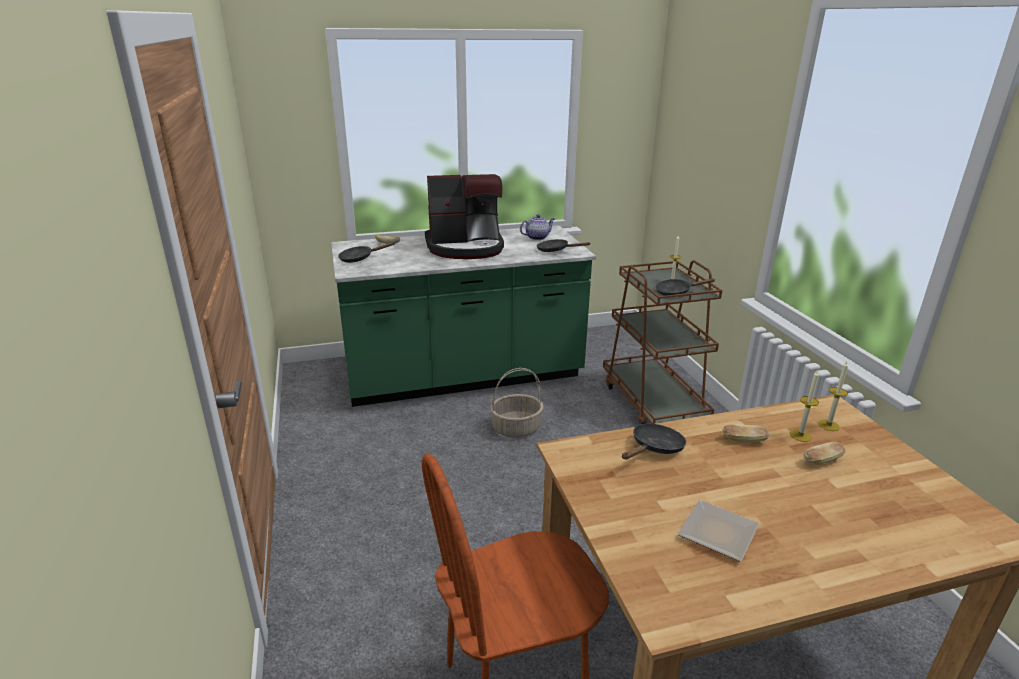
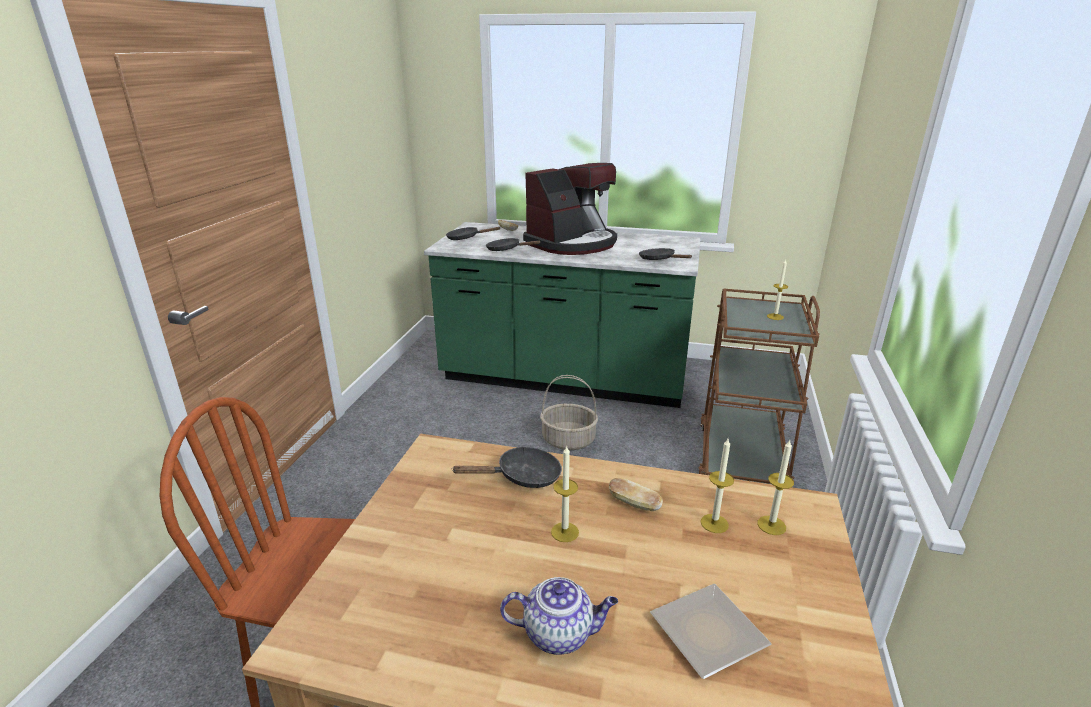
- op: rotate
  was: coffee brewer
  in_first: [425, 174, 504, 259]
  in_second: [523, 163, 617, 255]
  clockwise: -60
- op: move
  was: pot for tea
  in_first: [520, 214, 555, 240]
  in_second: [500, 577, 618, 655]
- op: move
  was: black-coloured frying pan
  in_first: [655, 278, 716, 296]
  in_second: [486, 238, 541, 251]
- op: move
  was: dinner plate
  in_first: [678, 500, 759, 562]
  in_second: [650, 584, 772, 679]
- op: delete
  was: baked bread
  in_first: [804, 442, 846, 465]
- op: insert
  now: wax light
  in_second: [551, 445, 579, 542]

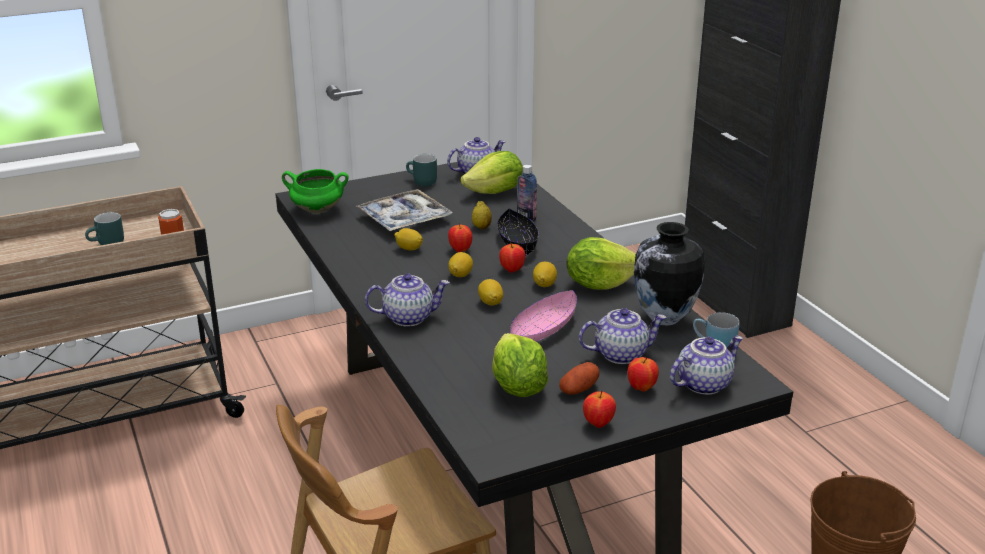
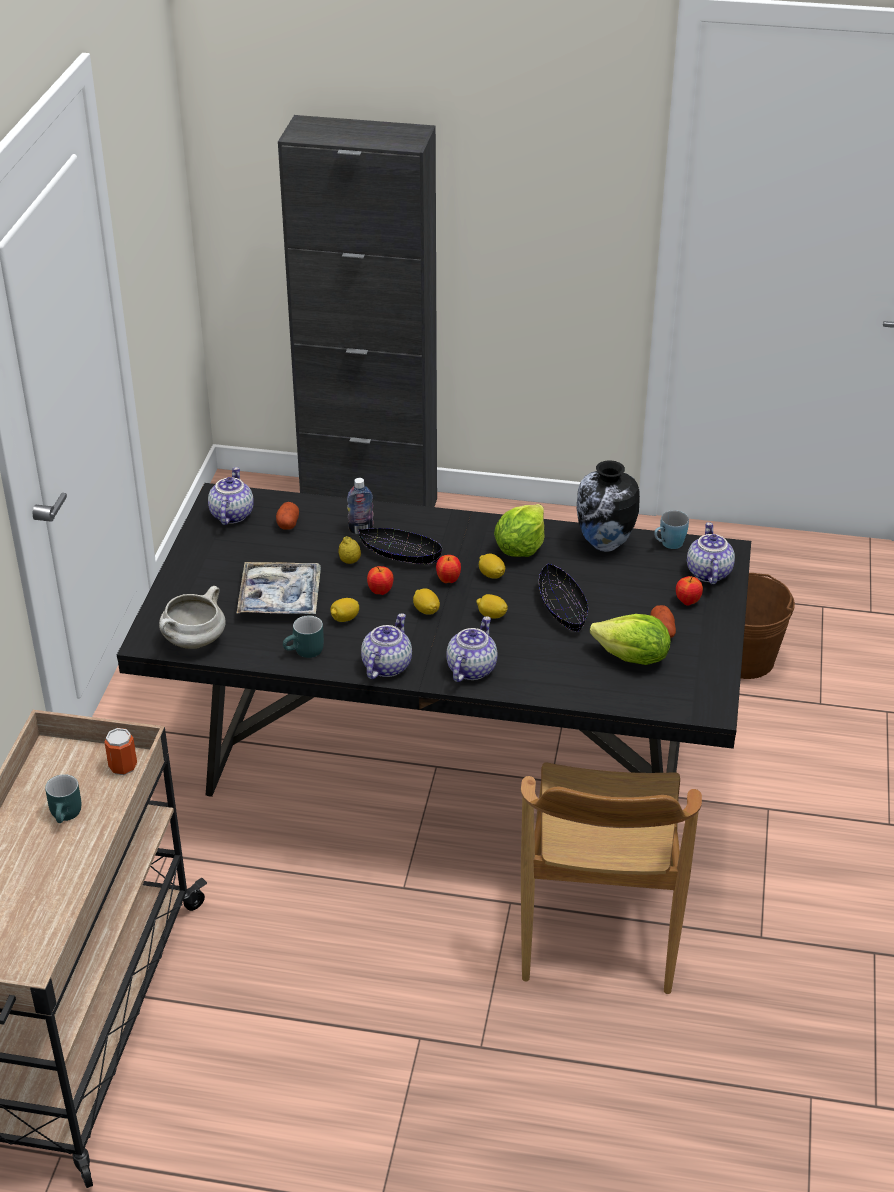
- op: recolor
  was: green cooking pot
  now: whitish cooking pot
  in_first: [282, 169, 349, 213]
  in_second: [159, 586, 226, 649]
- op: move
  was: turquoise tea mug
  in_first: [406, 154, 437, 186]
  in_second: [283, 615, 324, 658]
- op: replace
  was: head of lettuce
  now: whole potato
  in_first: [460, 151, 523, 194]
  in_second: [276, 502, 299, 530]
- op: recolor
  was: pink serving bowl
  now: black-coloured serving bowl
  in_first: [510, 290, 577, 341]
  in_second: [539, 564, 588, 632]
- op: move
  was: pot for tea
  in_first: [579, 308, 667, 364]
  in_second: [361, 613, 412, 679]
- op: delete
  was: whole apple
  in_first: [583, 391, 616, 428]

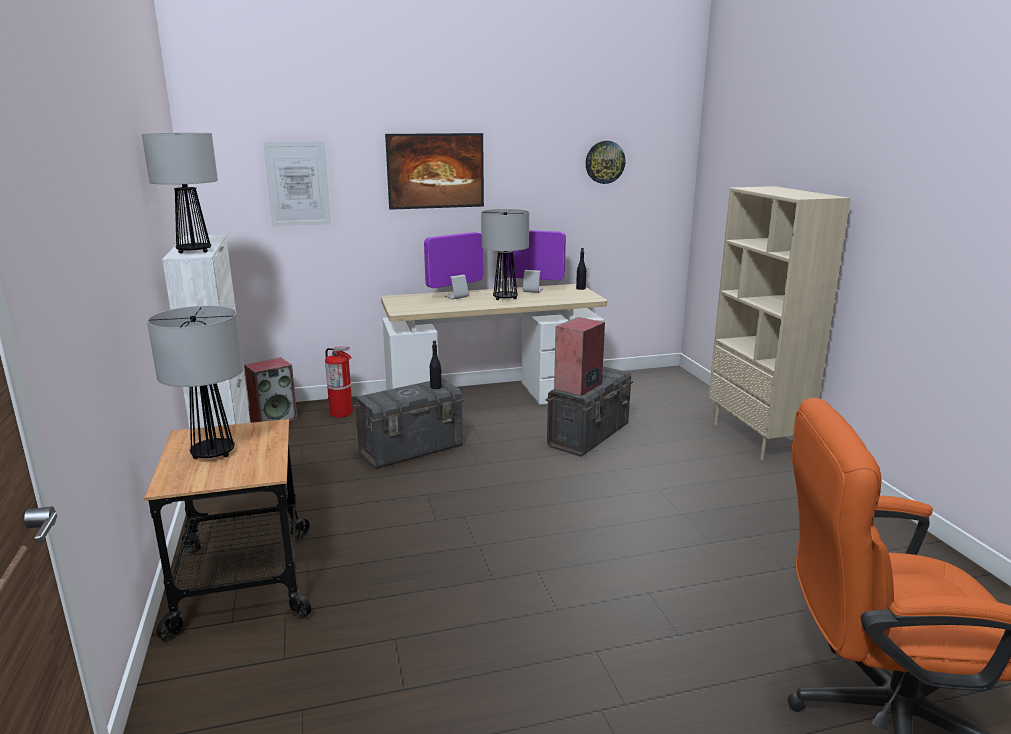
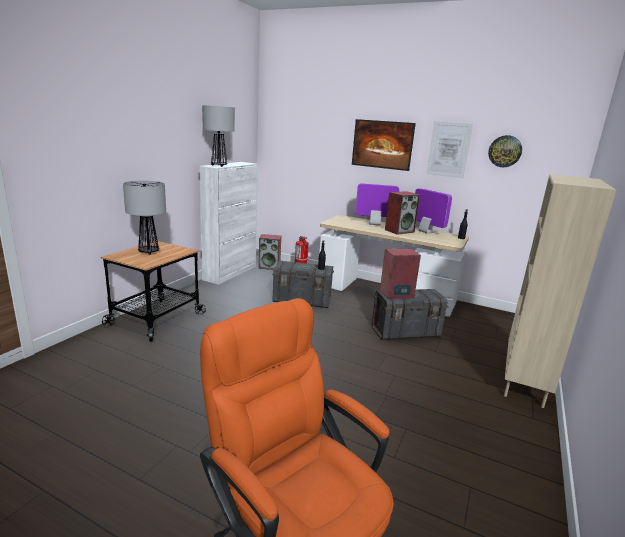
- op: move
  was: wall picture
  in_first: [263, 141, 331, 226]
  in_second: [426, 121, 473, 178]
- op: replace
  was: tabletop lamp
  now: audio speaker
  in_first: [481, 209, 529, 300]
  in_second: [385, 191, 420, 235]

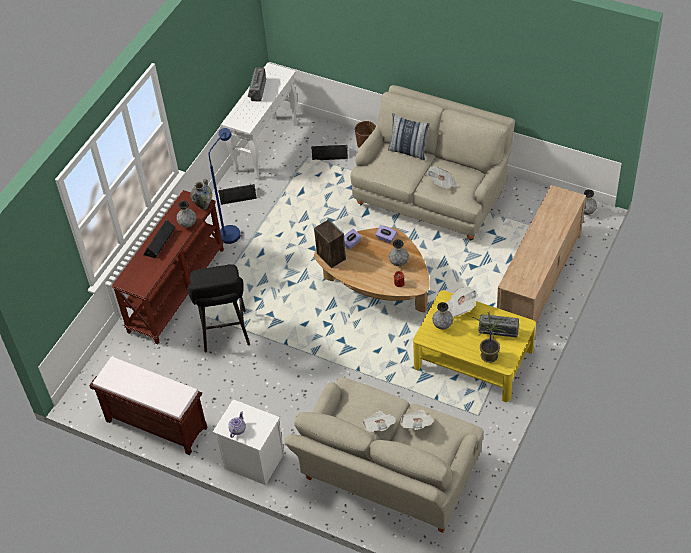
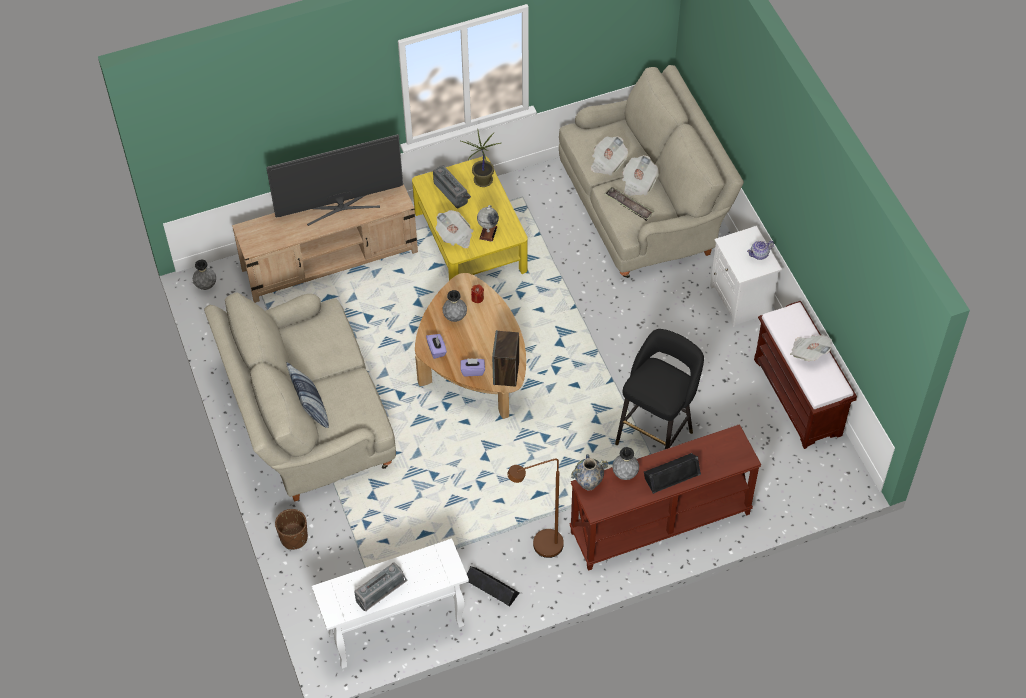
- op: recolor
  was: blue floor lamp
  now: brownish floor lamp
  in_first: [208, 128, 241, 244]
  in_second: [507, 459, 564, 558]
- op: delete
  was: black-coloured audio speaker
  in_first: [311, 145, 348, 160]
- op: move
  was: newspaper
  in_first: [427, 166, 459, 189]
  in_second: [790, 335, 832, 361]
- op: replace
  was: gray vase
  now: desk globe
  in_first: [432, 302, 453, 329]
  in_second: [477, 205, 499, 242]
- op: insert
  now: TV set
  in_second: [266, 134, 403, 226]
- op: insert
  now: serving tray
  in_second: [604, 186, 654, 221]

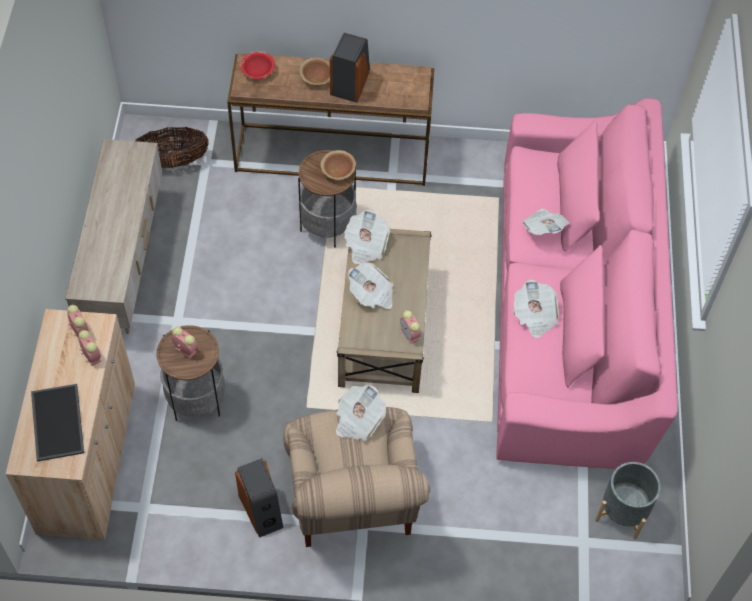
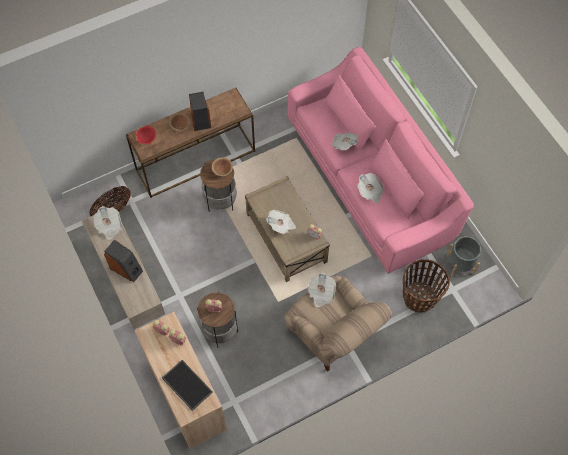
- op: move
  was: audio speaker
  in_first: [235, 458, 283, 538]
  in_second: [104, 240, 143, 282]
- op: move
  was: newspaper
  in_first: [344, 210, 390, 264]
  in_second: [93, 206, 123, 240]
- op: insert
  now: household basket
  in_second: [403, 259, 450, 313]

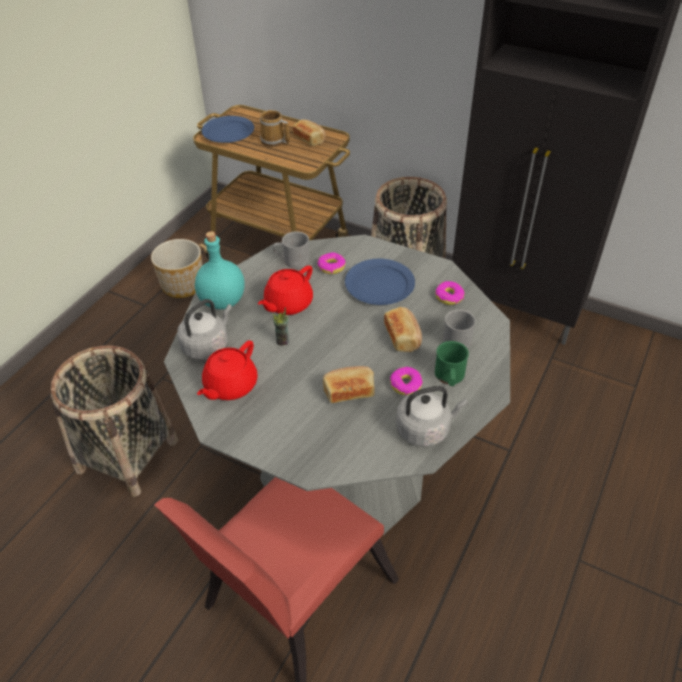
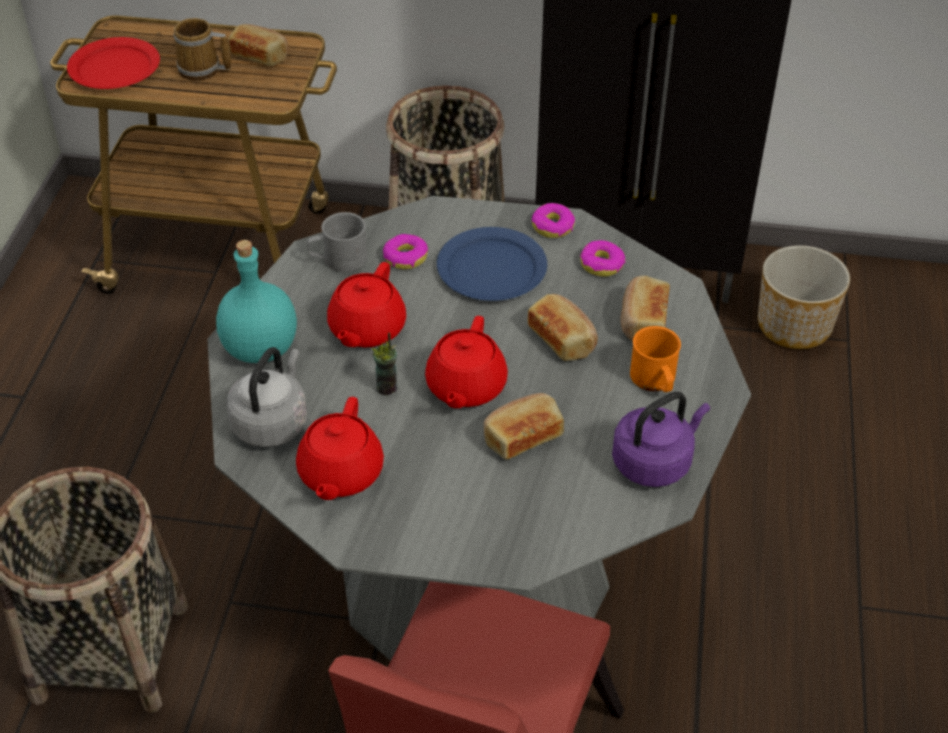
- op: move
  was: plant pot
  in_first: [151, 239, 202, 298]
  in_second: [758, 245, 850, 349]
- op: recolor
  was: blue dinner plate
  now: reddish dinner plate
  in_first: [202, 116, 254, 143]
  in_second: [67, 37, 160, 89]
- op: move
  was: ring doughnut
  in_first: [390, 367, 423, 395]
  in_second: [532, 203, 575, 238]
- op: recolor
  was: gray tea kettle
  now: purple-coloured tea kettle
  in_first: [396, 386, 468, 447]
  in_second: [612, 392, 710, 487]
- op: recolor
  was: green tea mug
  now: orangey tea mug
  in_first: [435, 341, 469, 386]
  in_second: [630, 326, 681, 392]
- op: replace
  was: gray tea mug
  now: baked bread
  in_first: [443, 310, 476, 349]
  in_second: [621, 276, 670, 341]
- op: insert
  now: reddish pot for tea
  in_second: [425, 316, 508, 408]

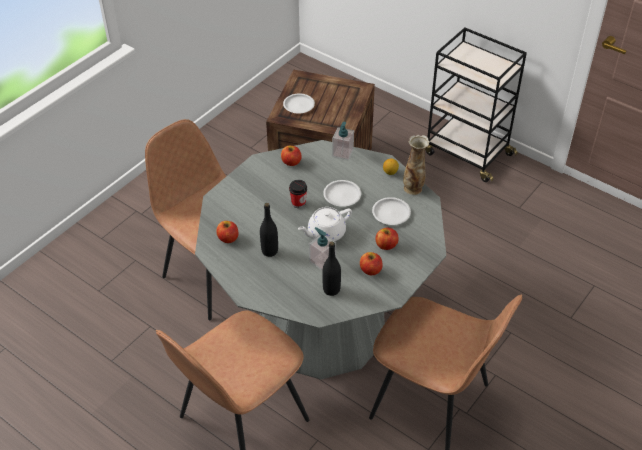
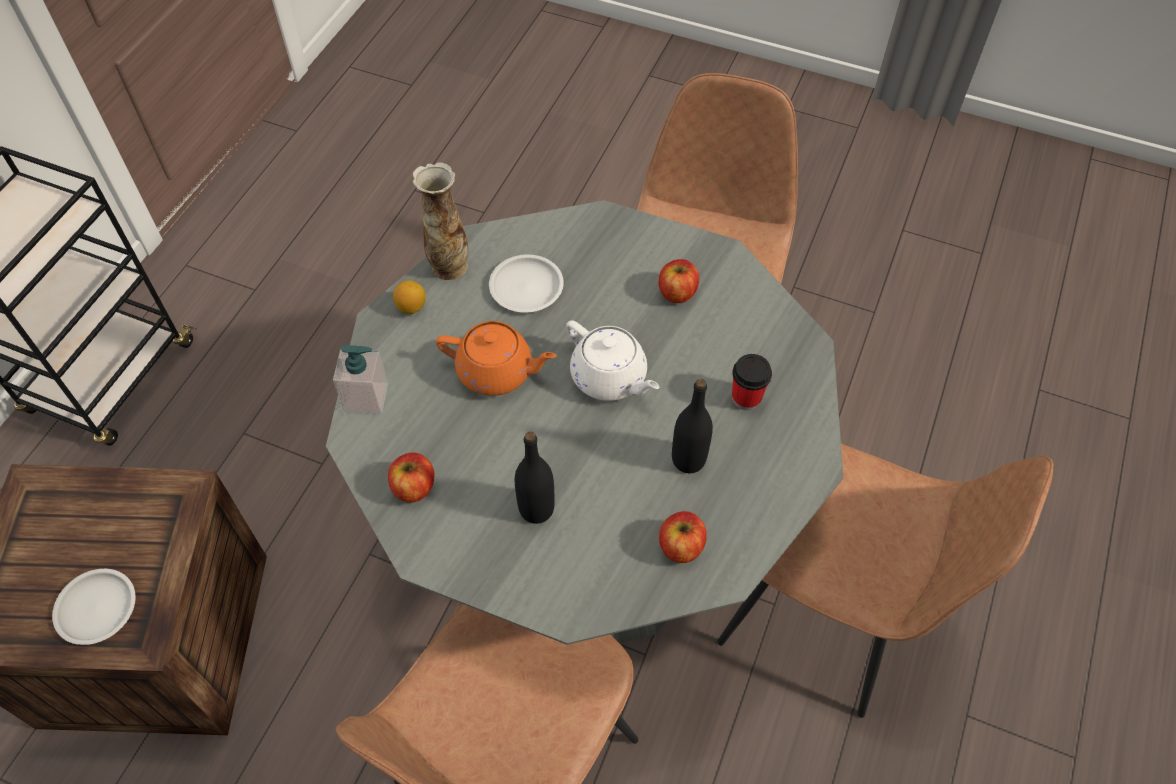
- op: move
  was: cup
  in_first: [289, 180, 307, 208]
  in_second: [732, 354, 772, 410]
- op: delete
  was: soap bottle
  in_first: [309, 227, 336, 271]
- op: move
  was: black-coloured bottle
  in_first: [322, 241, 341, 296]
  in_second: [515, 431, 555, 524]
- op: replace
  was: whitish dinner plate
  now: orangey pot for tea
  in_first: [323, 180, 361, 207]
  in_second: [436, 321, 557, 396]
- op: delete
  was: whole apple
  in_first: [376, 228, 399, 250]

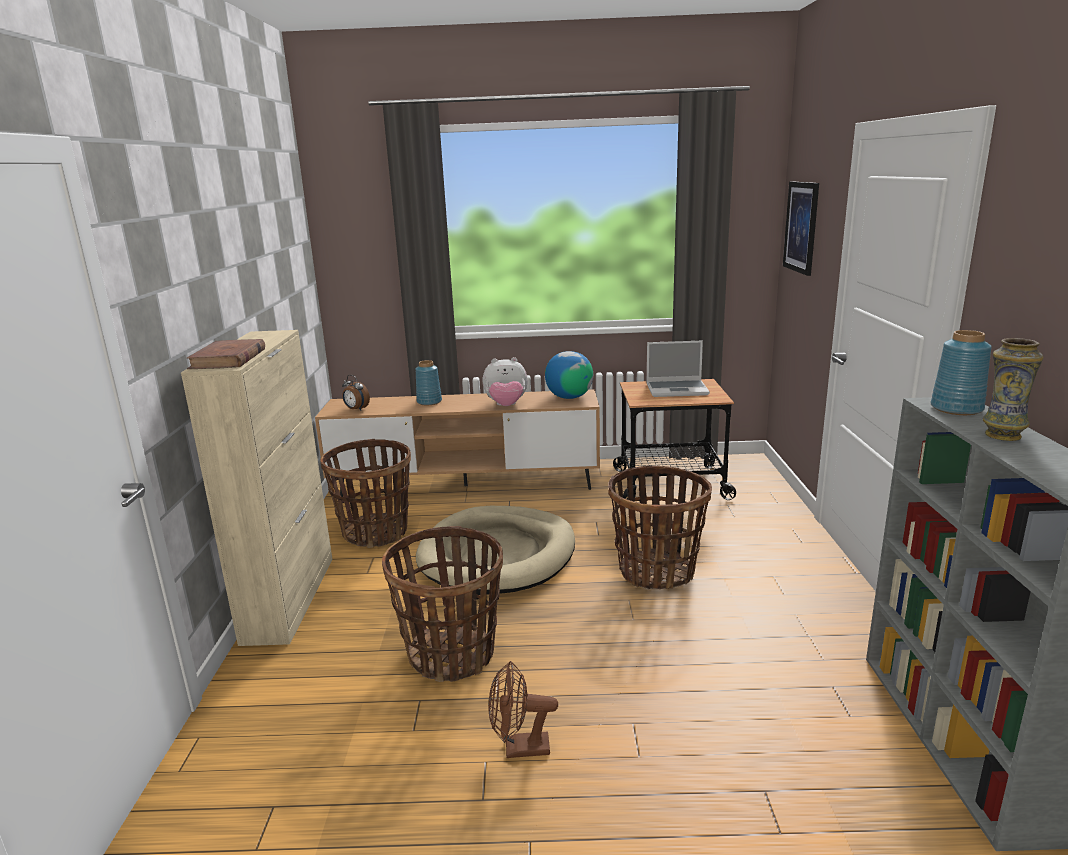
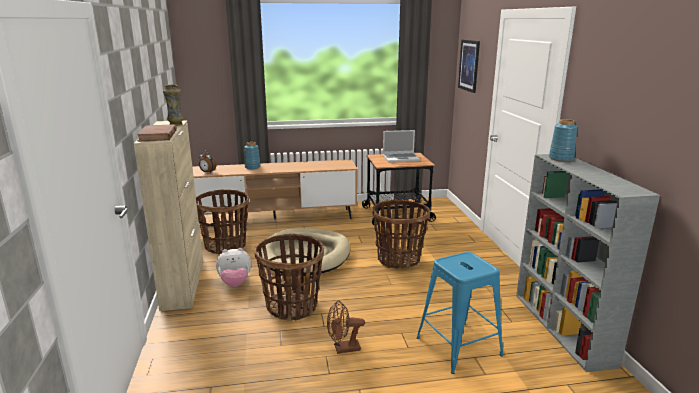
- op: move
  was: plush toy
  in_first: [483, 357, 528, 406]
  in_second: [216, 248, 251, 287]
- op: delete
  was: desk globe
  in_first: [545, 351, 593, 399]
- op: move
  was: vase
  in_first: [983, 338, 1043, 441]
  in_second: [163, 84, 184, 126]
- op: insert
  now: blue stool seat
  in_second: [416, 252, 503, 374]

